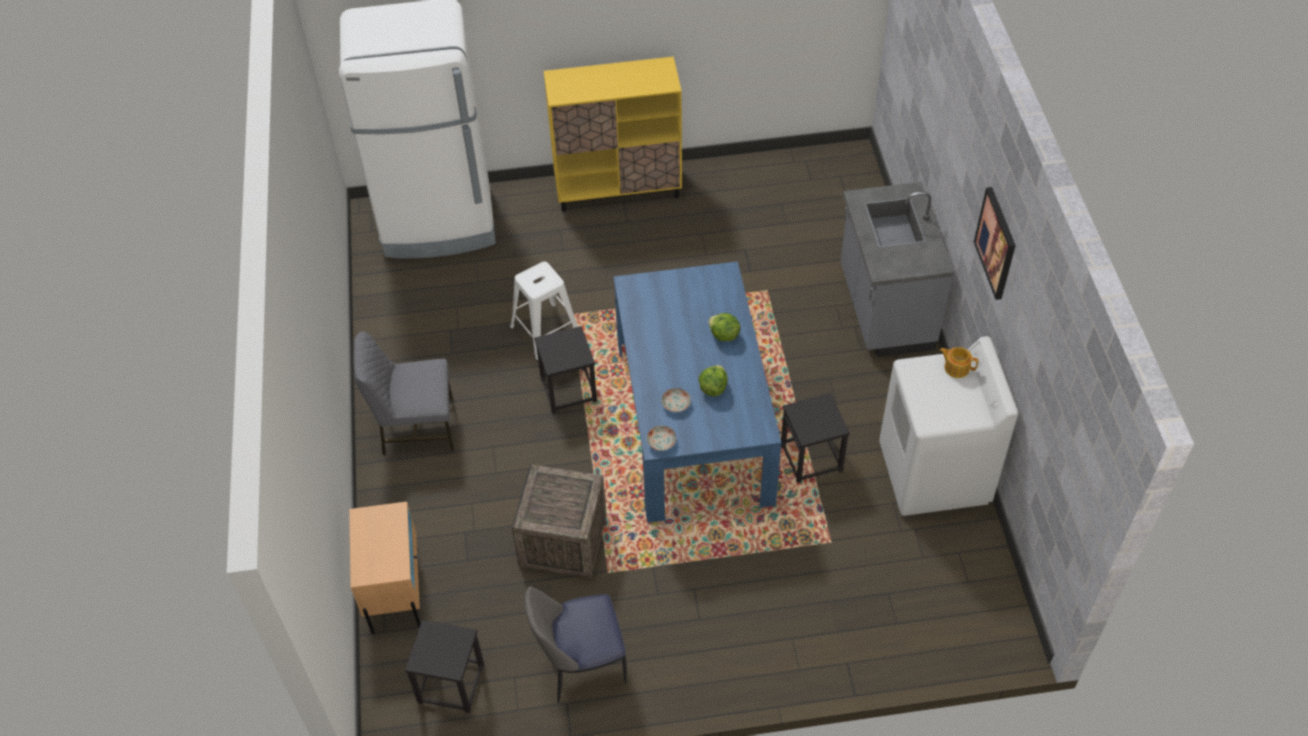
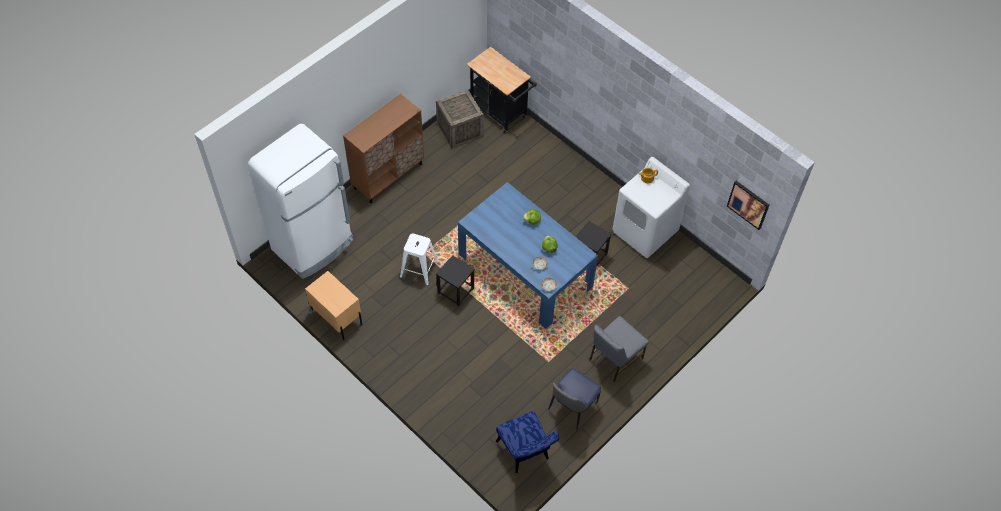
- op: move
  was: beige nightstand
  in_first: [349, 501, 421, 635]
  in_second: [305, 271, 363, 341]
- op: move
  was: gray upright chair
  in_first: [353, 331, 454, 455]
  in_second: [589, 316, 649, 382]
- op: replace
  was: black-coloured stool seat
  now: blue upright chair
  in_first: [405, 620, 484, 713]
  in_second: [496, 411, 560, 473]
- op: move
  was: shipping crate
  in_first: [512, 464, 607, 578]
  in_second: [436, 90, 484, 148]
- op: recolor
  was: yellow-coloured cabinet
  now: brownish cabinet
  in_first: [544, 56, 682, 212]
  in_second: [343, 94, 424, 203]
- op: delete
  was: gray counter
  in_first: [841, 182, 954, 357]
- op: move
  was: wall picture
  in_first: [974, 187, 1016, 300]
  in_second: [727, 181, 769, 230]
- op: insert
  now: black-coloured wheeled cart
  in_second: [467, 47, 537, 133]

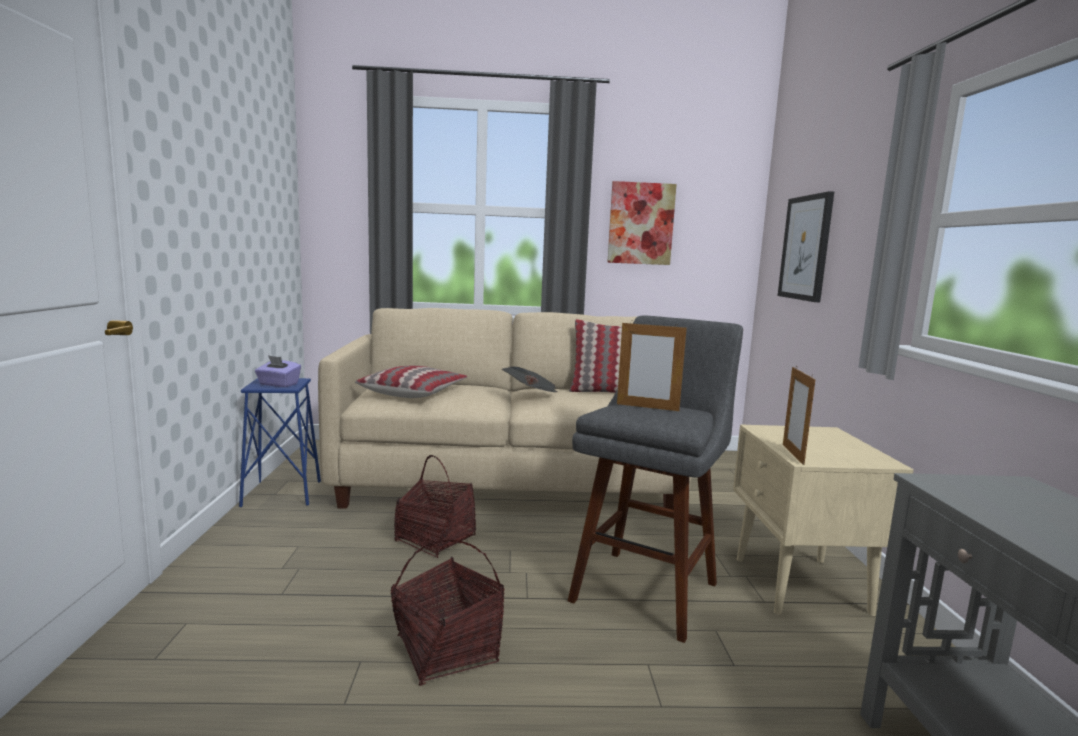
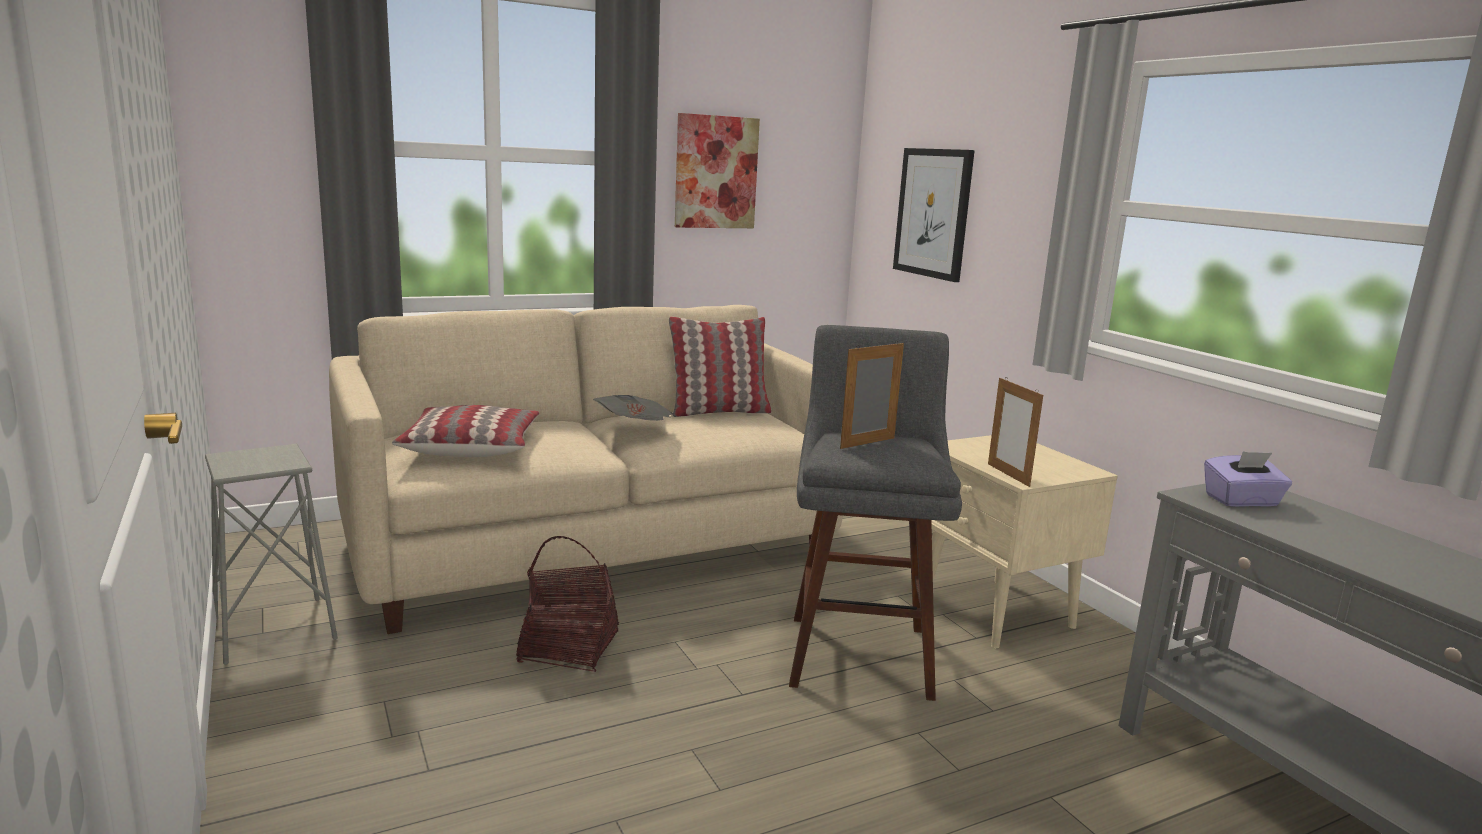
- op: recolor
  was: blue stool seat
  now: gray stool seat
  in_first: [239, 378, 321, 507]
  in_second: [205, 444, 338, 665]
- op: move
  was: purple-coloured tissue box
  in_first: [255, 355, 301, 387]
  in_second: [1204, 451, 1292, 507]
- op: delete
  was: household basket
  in_first: [391, 540, 504, 686]
- op: rotate
  was: picture frame
  in_first: [617, 321, 687, 411]
  in_second: [840, 341, 904, 449]
  clockwise: 150

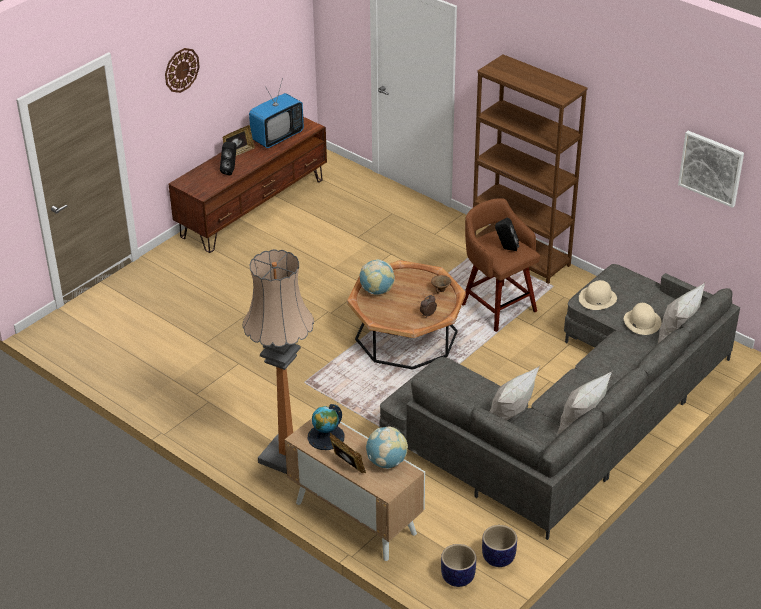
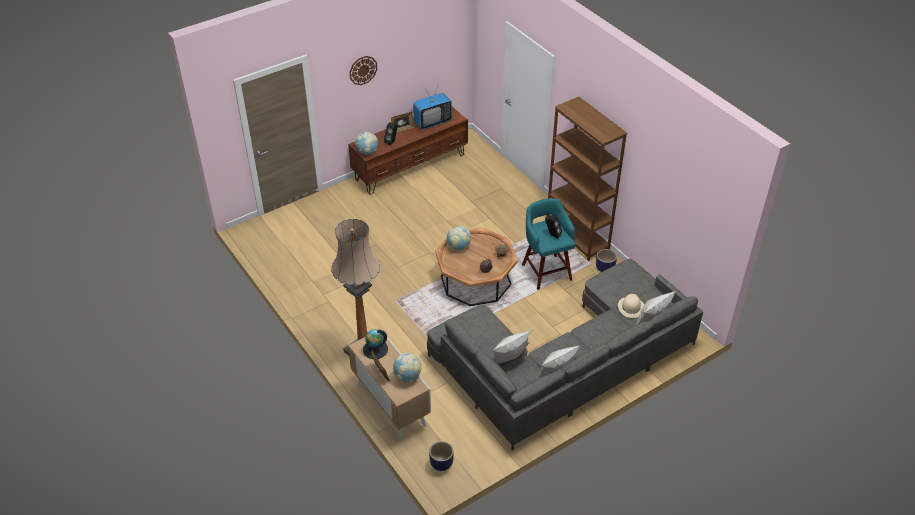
- op: recolor
  was: brownish stool seat
  now: turquoise stool seat
  in_first: [462, 198, 540, 332]
  in_second: [522, 198, 575, 290]
- op: move
  was: plant pot
  in_first: [482, 525, 517, 567]
  in_second: [596, 249, 617, 272]
- op: delete
  was: beige hat
  in_first: [579, 280, 617, 310]
- op: delete
  was: wall picture
  in_first: [678, 131, 744, 208]
- op: insert
  now: desk globe
  in_second: [355, 132, 378, 155]

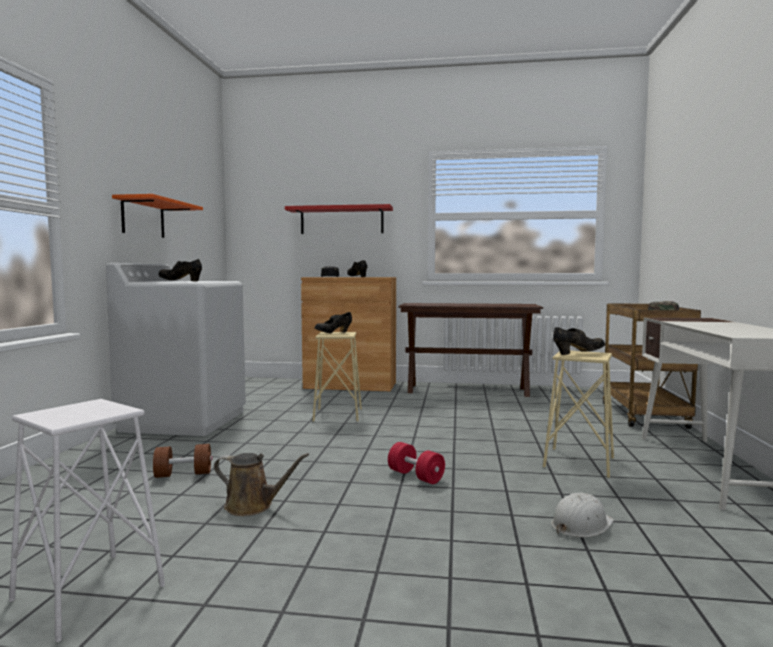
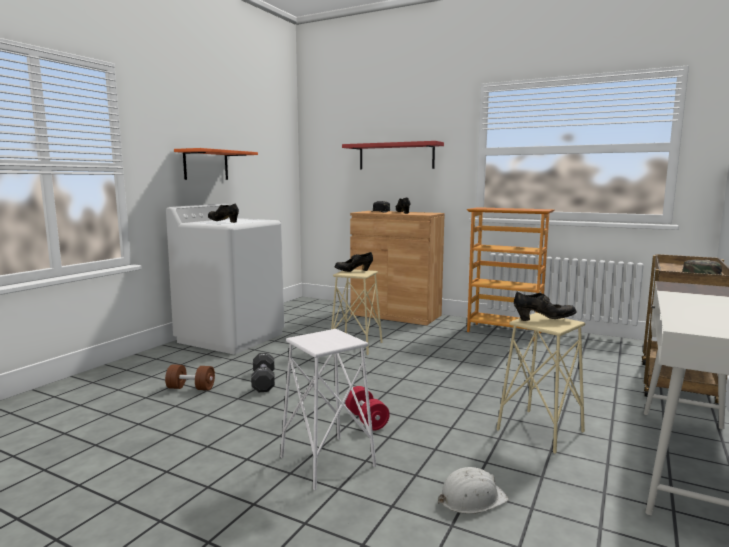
- op: move
  was: whitish stool seat
  in_first: [9, 399, 165, 643]
  in_second: [280, 329, 376, 491]
- op: delete
  was: brownish sprinkling can
  in_first: [214, 453, 309, 516]
- op: replace
  was: brownish hall table
  now: bookcase
  in_first: [398, 303, 543, 397]
  in_second: [467, 207, 555, 338]
- op: insert
  now: black-coloured free weight
  in_second: [251, 353, 275, 392]

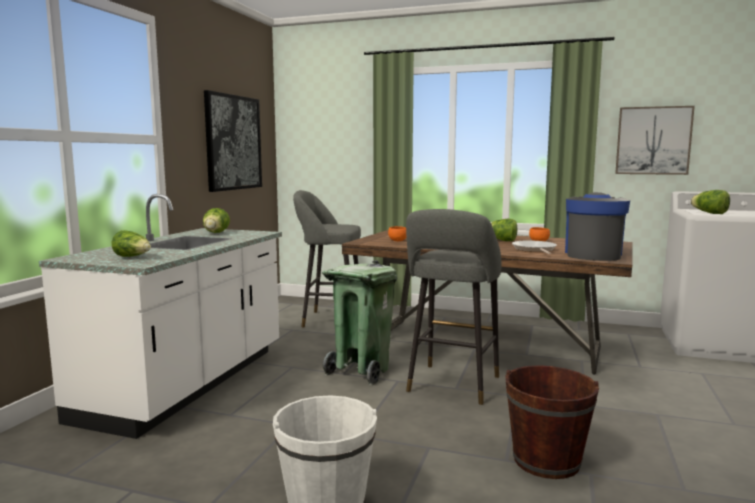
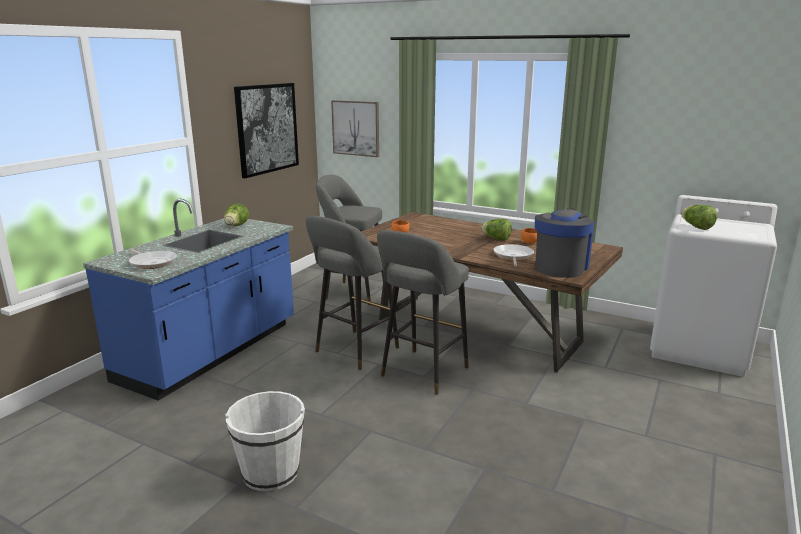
- op: recolor
  was: whitish counter
  now: blue counter
  in_first: [39, 194, 282, 439]
  in_second: [83, 199, 294, 401]
- op: replace
  was: head of lettuce
  now: frying pan
  in_first: [112, 230, 151, 257]
  in_second: [129, 249, 177, 269]
- op: replace
  was: green trash can
  now: gray stool seat
  in_first: [322, 260, 397, 385]
  in_second: [306, 216, 399, 370]
- op: delete
  was: brownish water bucket
  in_first: [505, 365, 599, 479]
- op: move
  was: wall picture
  in_first: [615, 106, 695, 175]
  in_second: [331, 100, 379, 157]

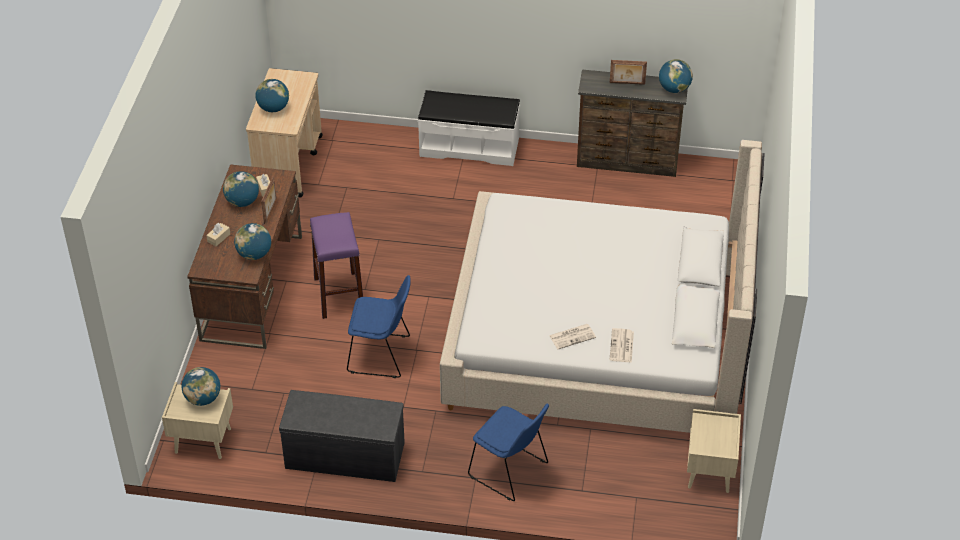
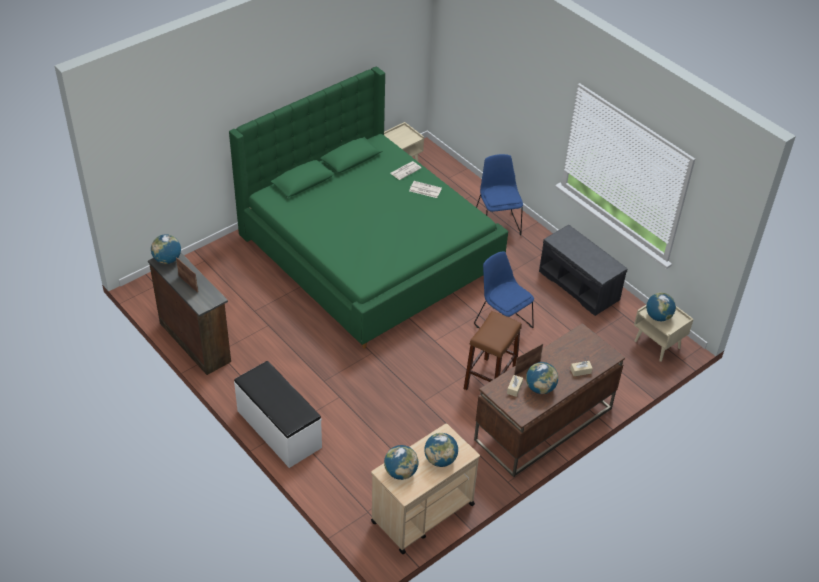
- op: move
  was: desk globe
  in_first: [234, 223, 271, 260]
  in_second: [384, 445, 418, 480]
- op: recolor
  was: purple-coloured stool seat
  now: brownish stool seat
  in_first: [310, 212, 363, 319]
  in_second: [464, 311, 522, 390]
- op: recolor
  was: beige sleeping bed
  now: green sleeping bed
  in_first: [440, 140, 765, 433]
  in_second: [229, 67, 508, 348]

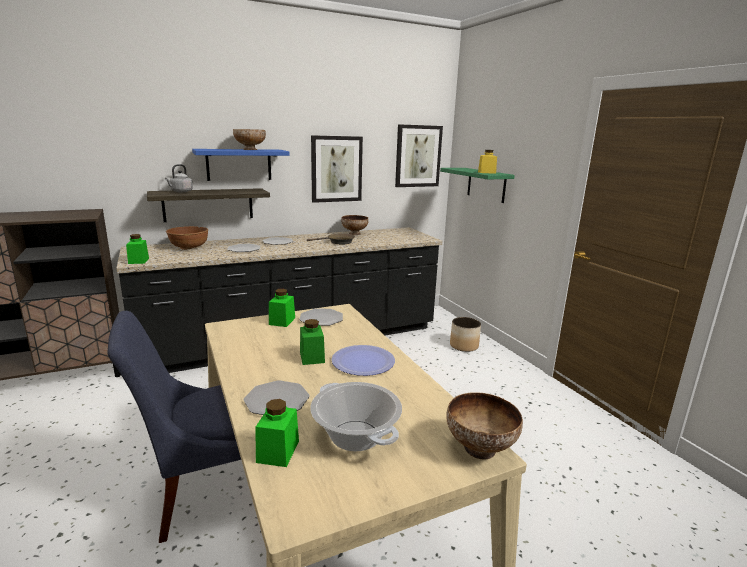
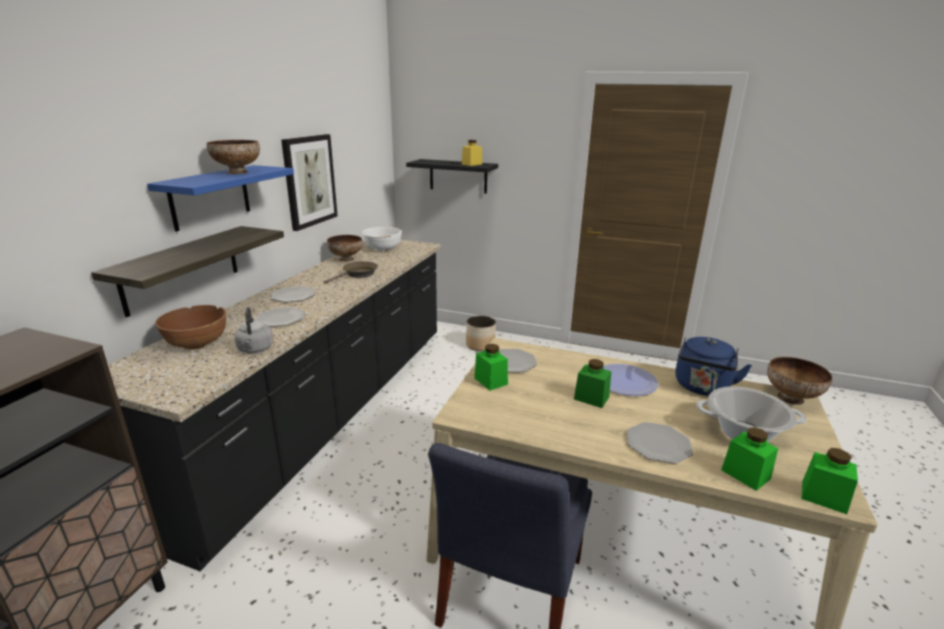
- op: move
  was: green jar
  in_first: [126, 234, 149, 264]
  in_second: [802, 448, 858, 514]
- op: move
  was: gray tea kettle
  in_first: [165, 164, 193, 192]
  in_second: [234, 307, 273, 353]
- op: delete
  was: wall picture
  in_first: [395, 124, 443, 187]
- op: recolor
  was: green wall shelf
  now: black-coloured wall shelf
  in_first: [440, 168, 515, 203]
  in_second: [406, 159, 498, 194]
- op: insert
  now: whitish serving bowl
  in_second: [362, 227, 402, 252]
- op: insert
  now: blue tea kettle
  in_second: [675, 337, 752, 396]

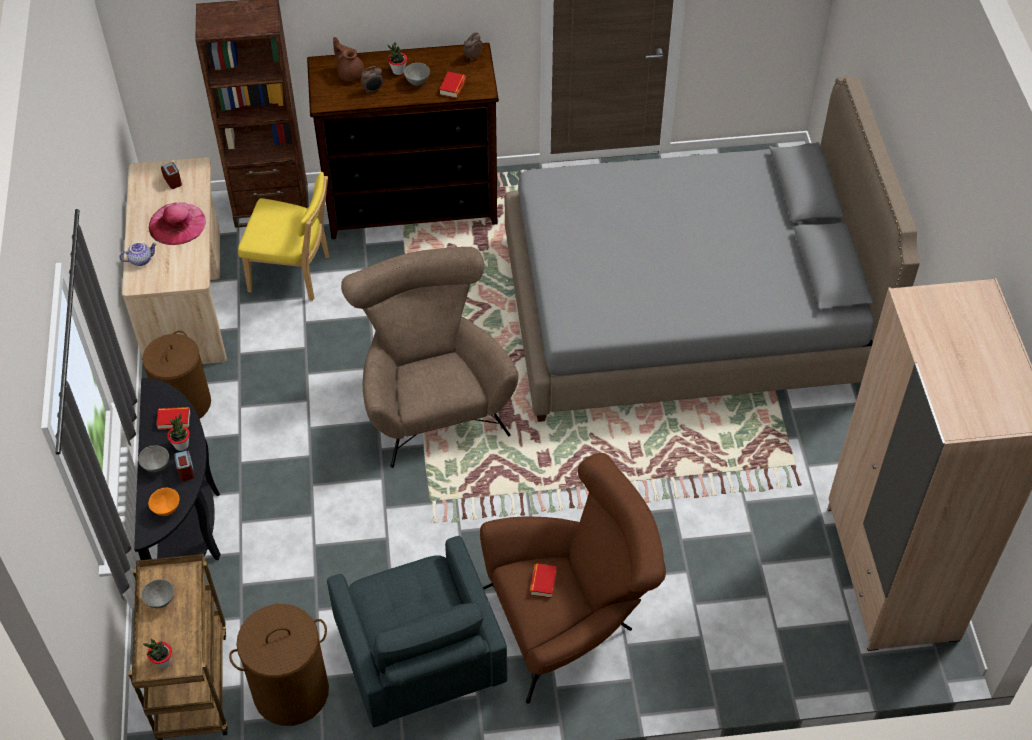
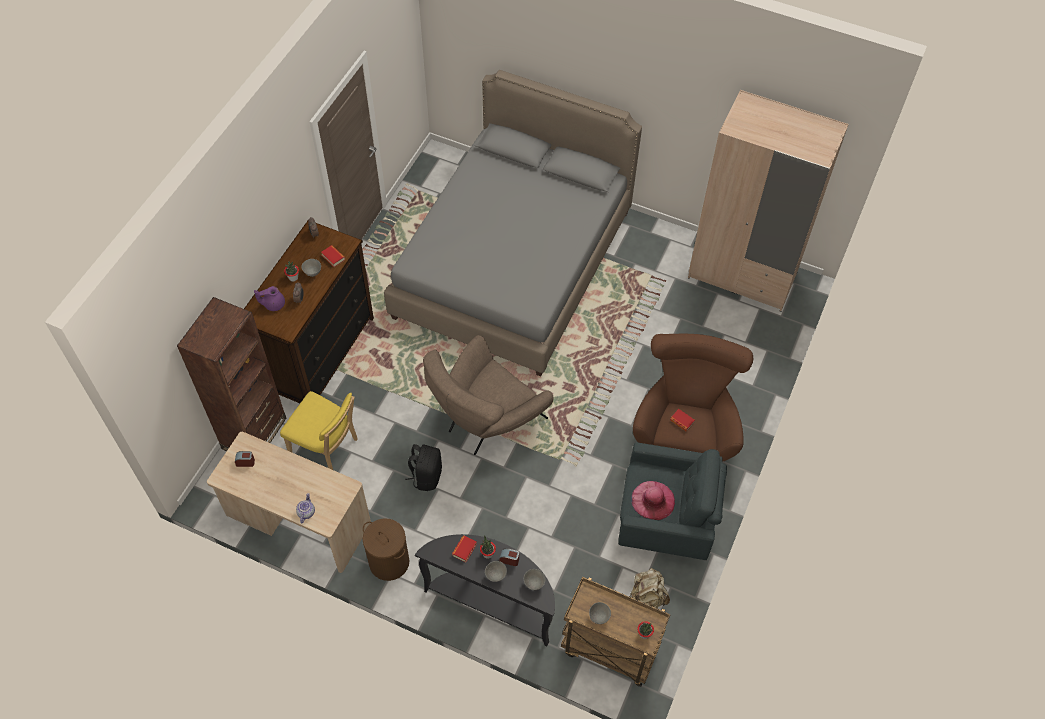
- op: recolor
  was: orangey serving bowl
  now: gray serving bowl
  in_first: [148, 488, 179, 516]
  in_second: [524, 569, 545, 590]
- op: move
  was: pink hat
  in_first: [149, 202, 206, 245]
  in_second: [631, 481, 675, 520]
- op: replace
  was: brownish laundry basket
  now: beige rucksack
  in_first: [229, 604, 329, 726]
  in_second: [630, 568, 670, 608]
- op: rotate
  was: yellow-coloured upright chair
  in_first: [238, 172, 330, 301]
  in_second: [280, 391, 358, 470]
  clockwise: 75
- op: recolor
  was: brownish pot for tea
  now: purple-coloured pot for tea
  in_first: [333, 37, 365, 82]
  in_second: [254, 286, 285, 311]
- op: rotate
  was: brownish easy chair
  in_first: [341, 247, 518, 468]
  in_second: [423, 335, 554, 455]
  clockwise: -60
- op: insert
  now: black-coloured rucksack
  in_second: [405, 444, 442, 491]

